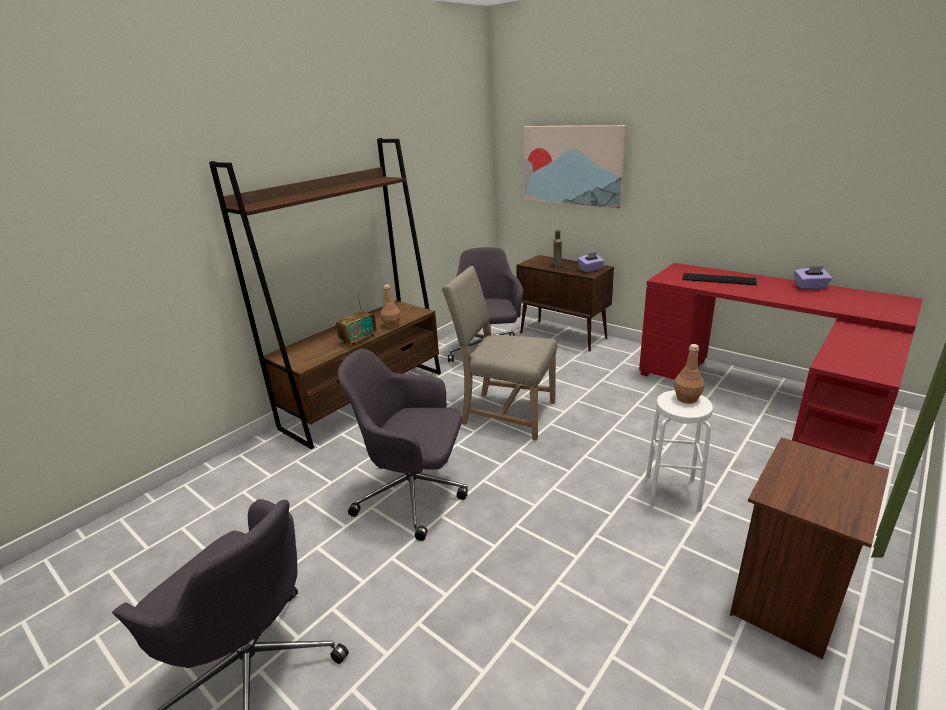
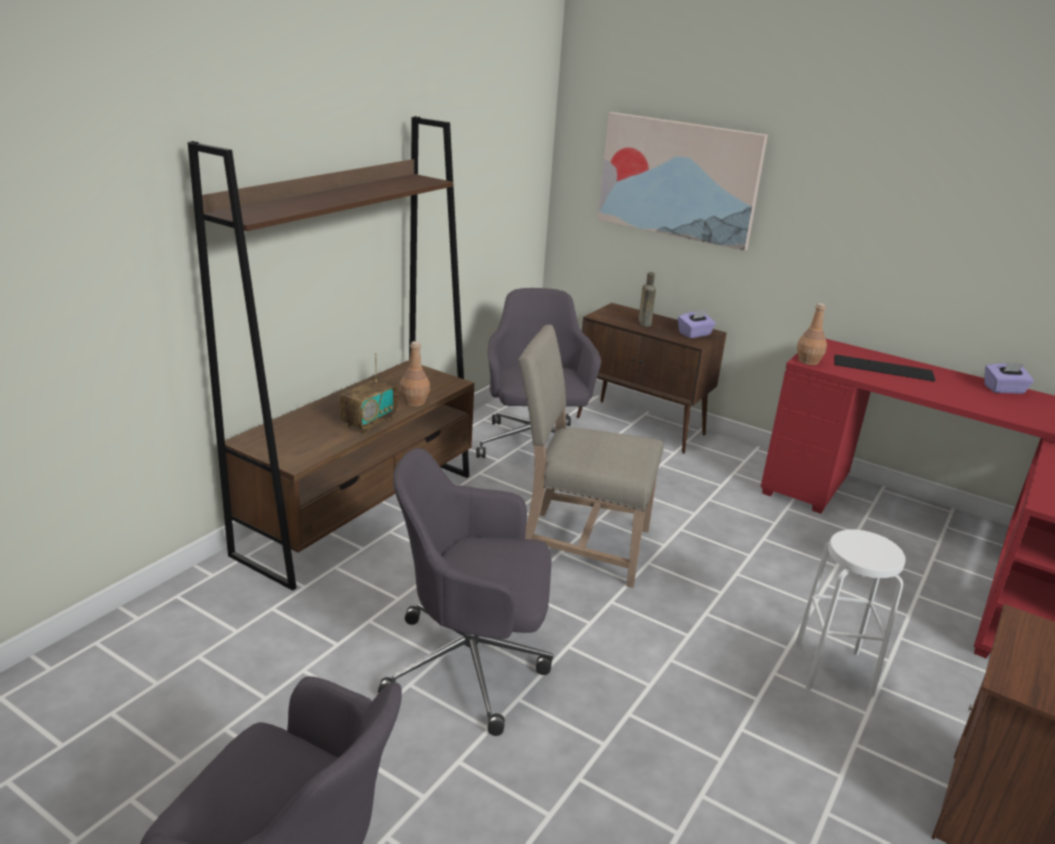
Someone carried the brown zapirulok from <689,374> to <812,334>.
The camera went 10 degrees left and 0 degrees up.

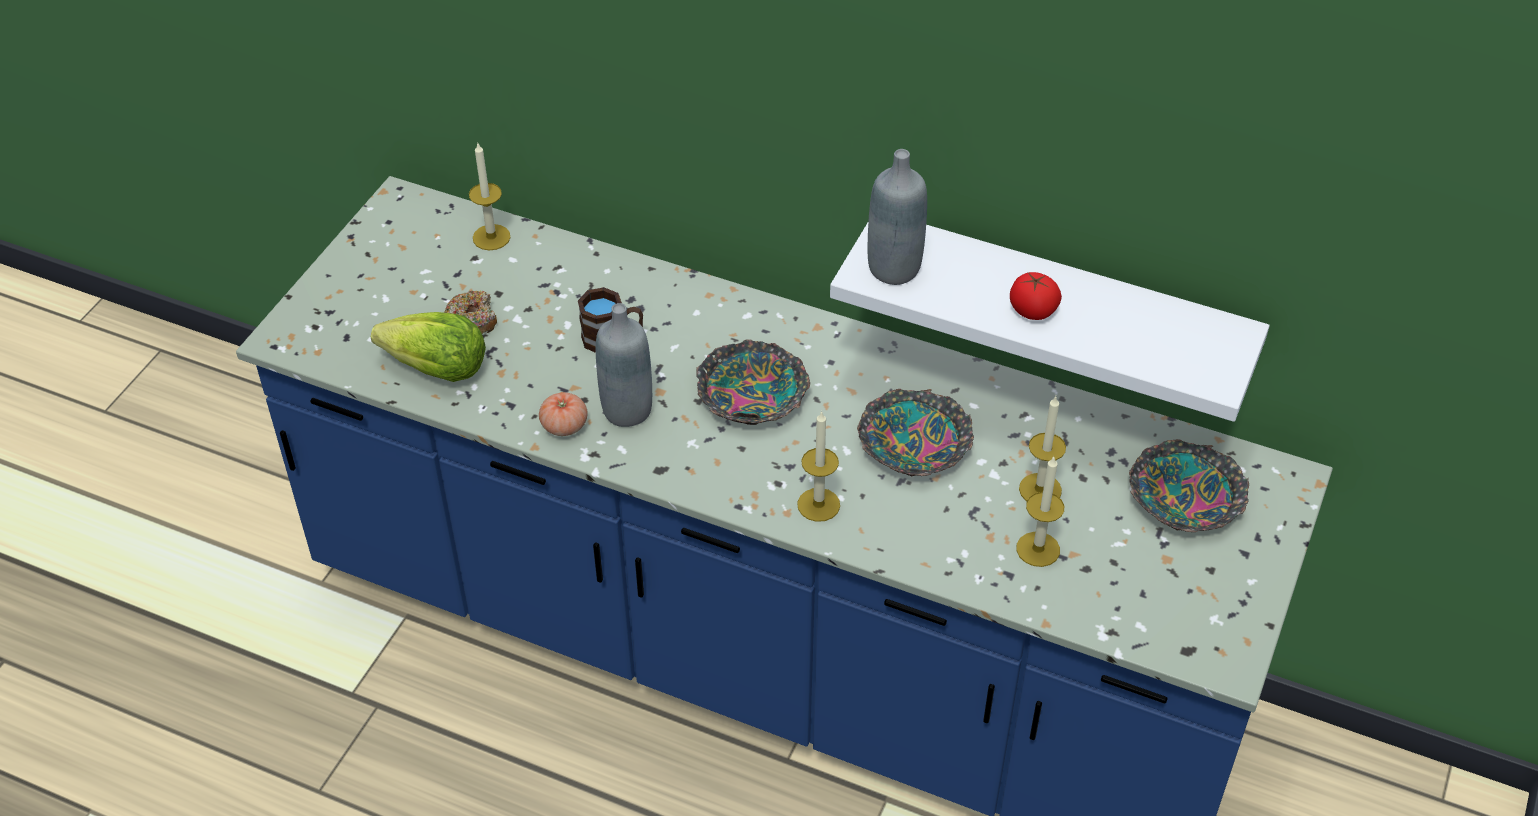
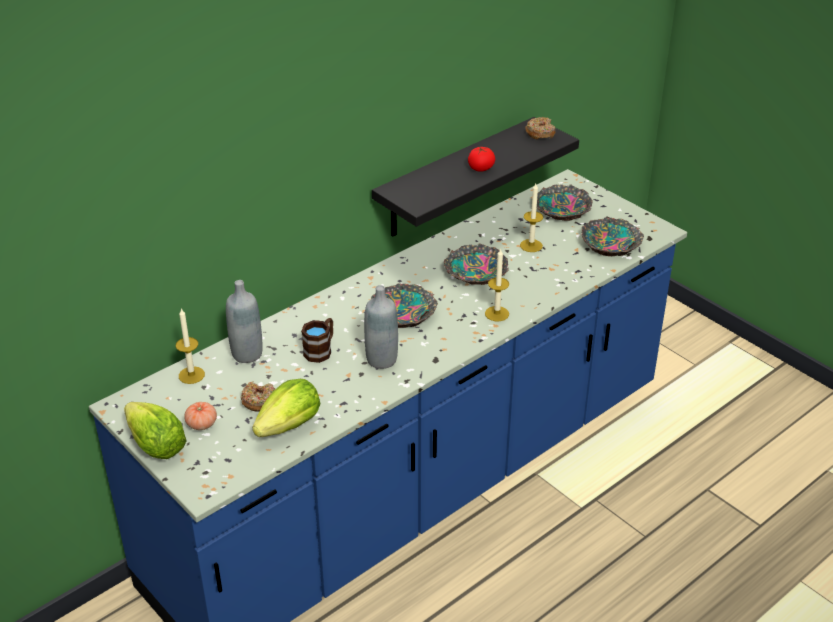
Someone took away the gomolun at <1040,512>.
Someone put down the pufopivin at <155,430>.
Someone put down the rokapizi at <540,128>.
Someone put down the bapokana at <612,236>.
Someone carried the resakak from <563,414> to <200,416>.
Someone carried the grey zapirulok from <897,217> to <244,321>.
Someone repainted the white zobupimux at <1050,322>, which became the black zobupimux at <475,177>.
The camera went 65 degrees left and 10 degrees down.

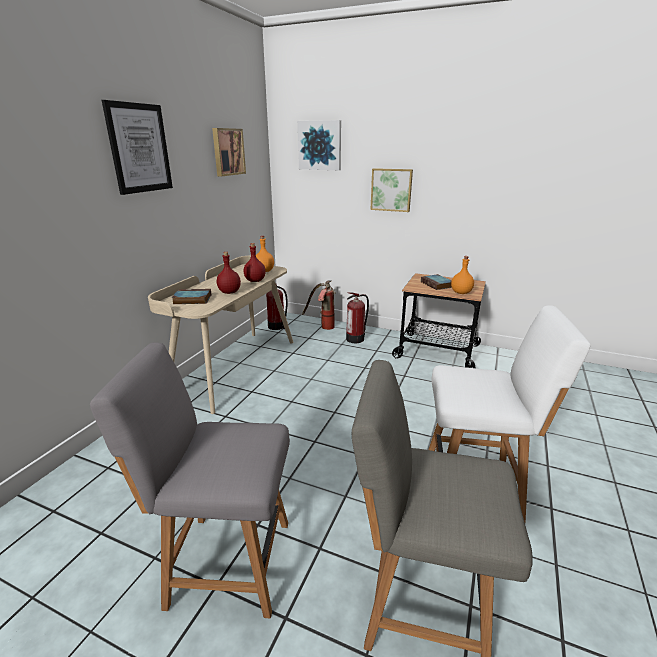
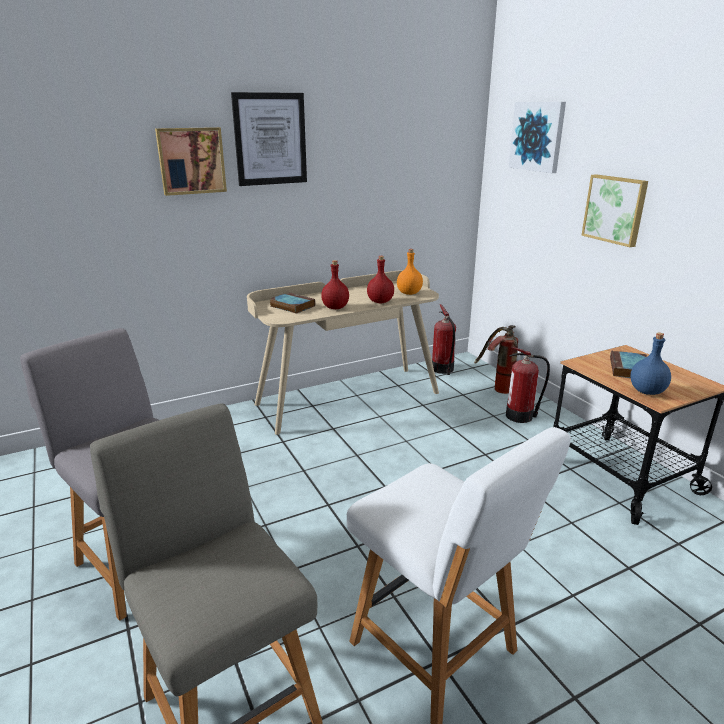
Someone carried the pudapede from <229,152> to <191,161>.
Someone repainted the orange zapirulok at <462,275>, which became the blue zapirulok at <650,364>.
The camera went 40 degrees right and 0 degrees up.

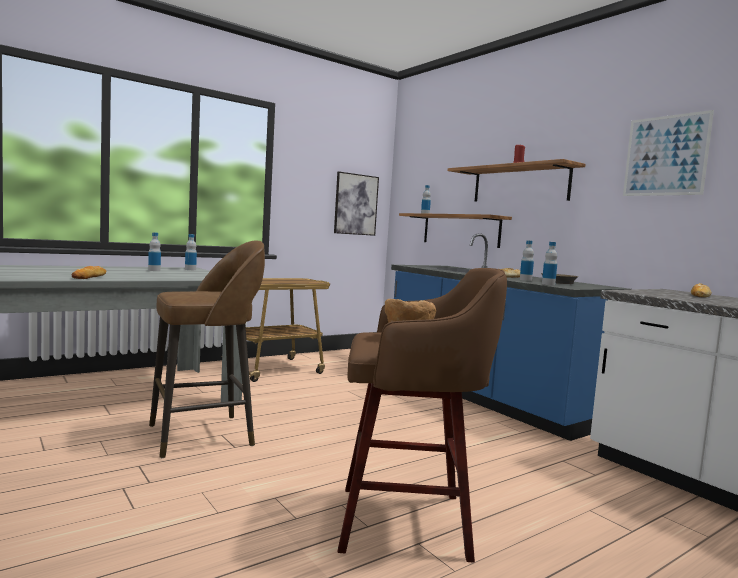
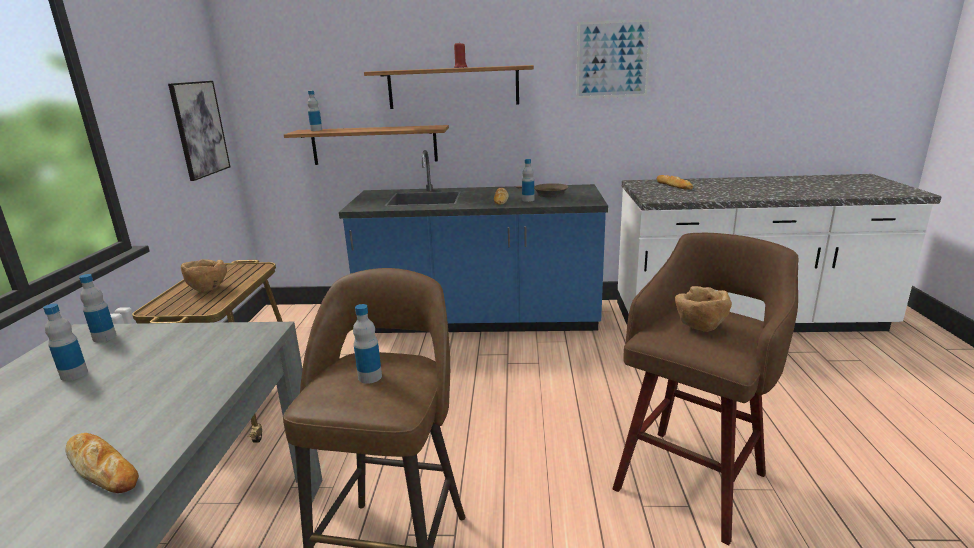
Someone put down the brown bapokana at <204,275>.
Someone carried the zapirulok from <549,263> to <367,344>.
The camera went 50 degrees left and 15 degrees up.

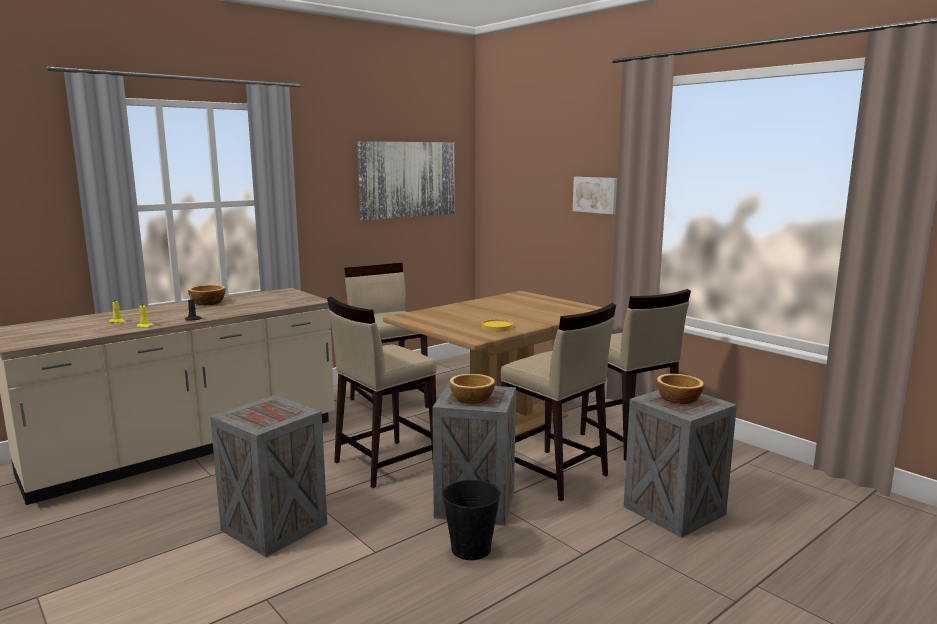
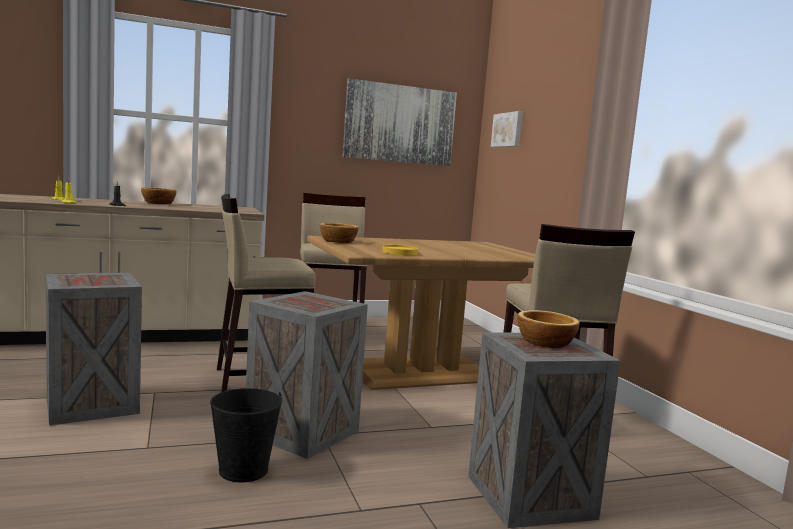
Someone took away the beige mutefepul at <558,402>.
Someone carried the bapokana from <472,389> to <339,233>.
Someone carried the pudapede from <595,195> to <507,129>.
The camera went 20 degrees right and 5 degrees down.

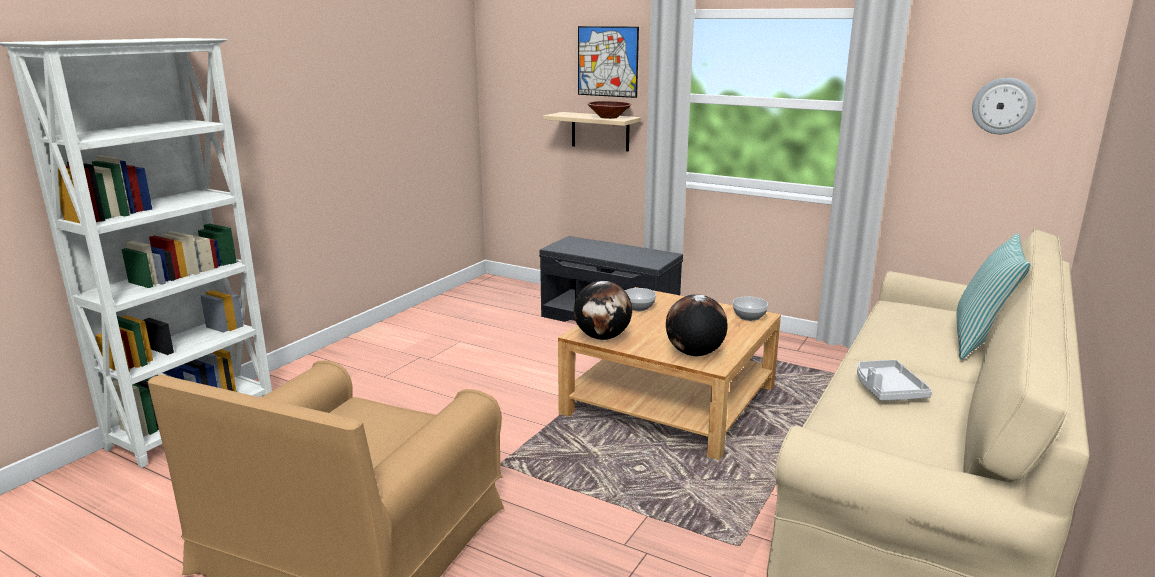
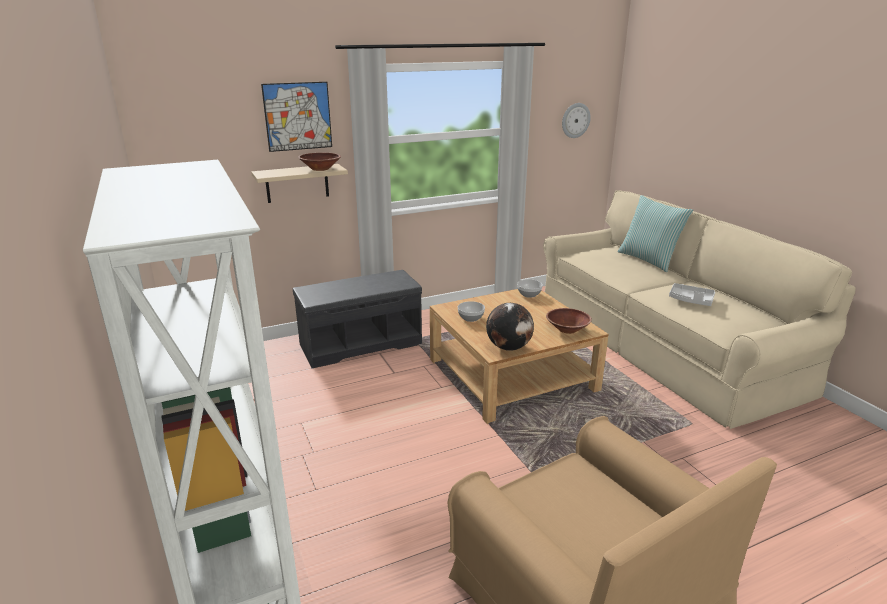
Someone swapped the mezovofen at <697,325> for the brown bapokana at <569,321>.
The camera went 55 degrees left and 5 degrees up.

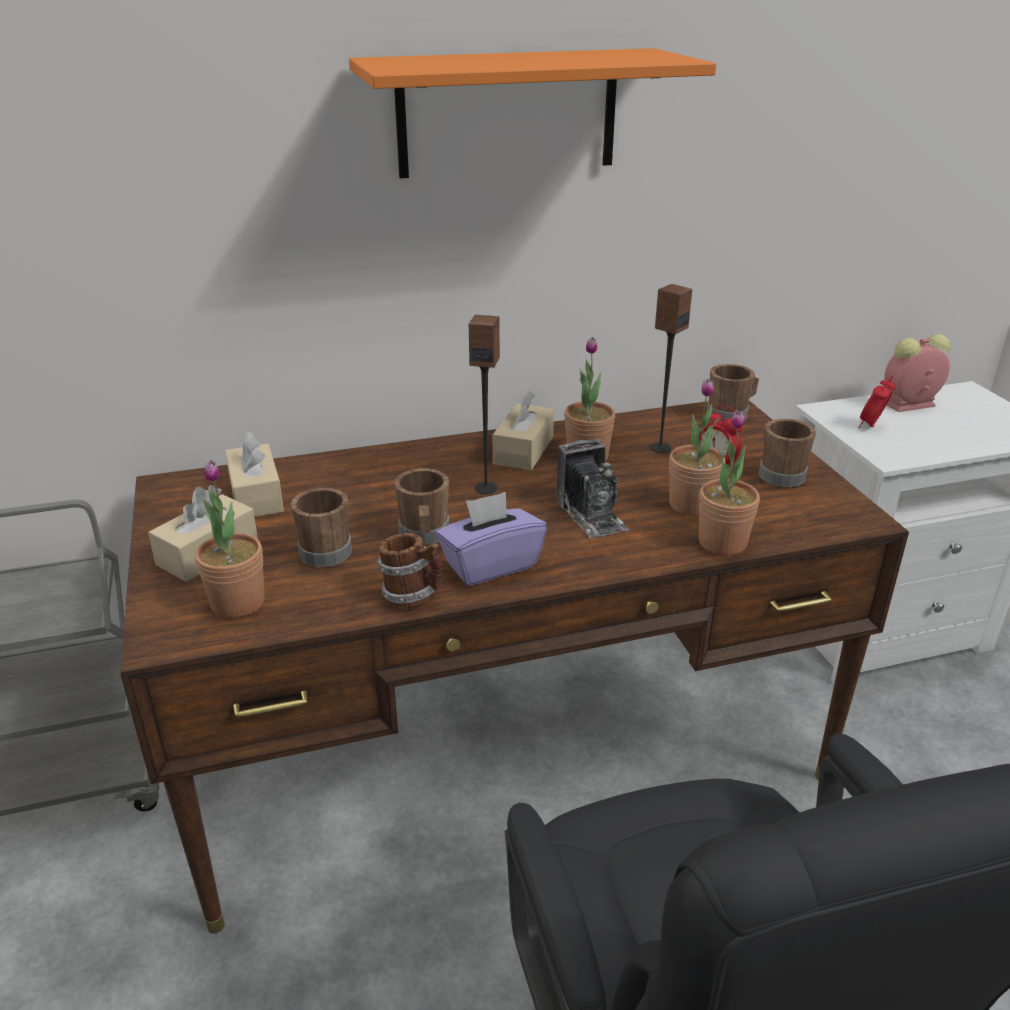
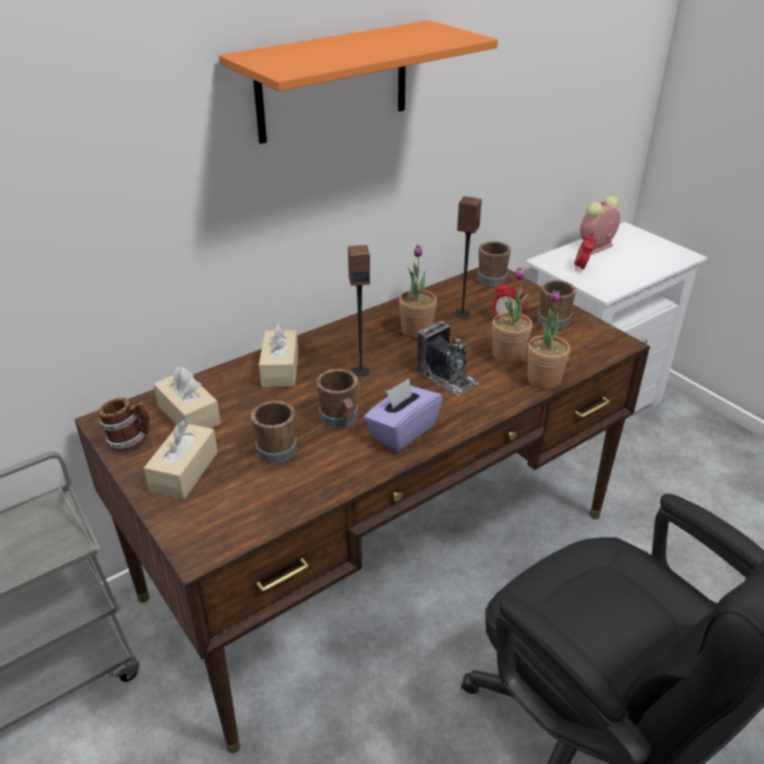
Someone took away the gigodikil at <229,539>.
Someone carried the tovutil from <410,570> to <124,424>.
Someone carried the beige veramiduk from <523,430> to <279,354>.
The camera went 20 degrees left and 5 degrees up.

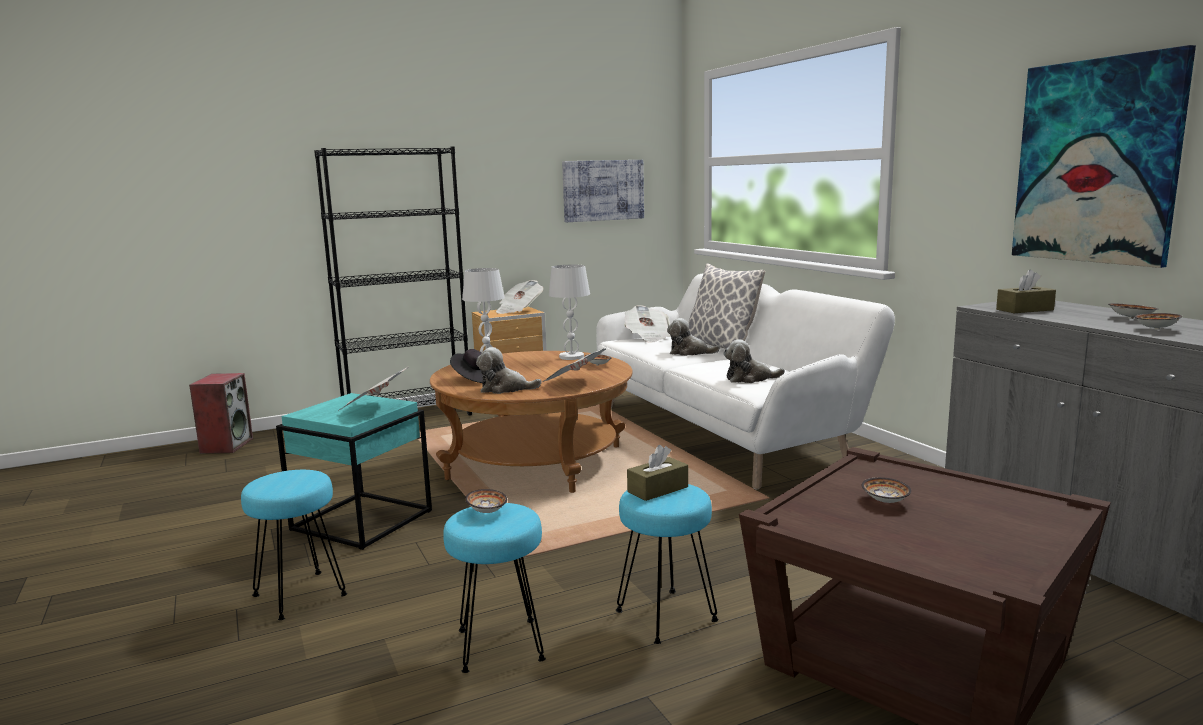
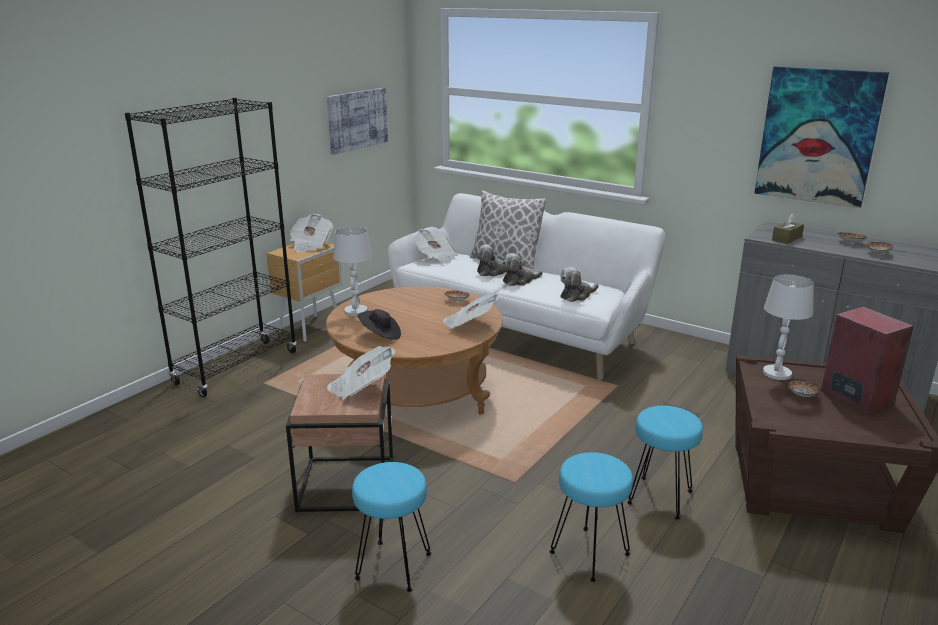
Someone took away the bapokana at <486,501>.
Someone took away the brown veramiduk at <657,473>.
Someone carried the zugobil from <221,413> to <867,360>.
Someone carried the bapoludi from <509,370> to <522,269>.
Someone carried the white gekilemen from <569,312> to <788,327>.
Someone repainted the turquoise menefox at <354,471>, which became the brown menefox at <339,443>.
The camera went 30 degrees left and 10 degrees up.

